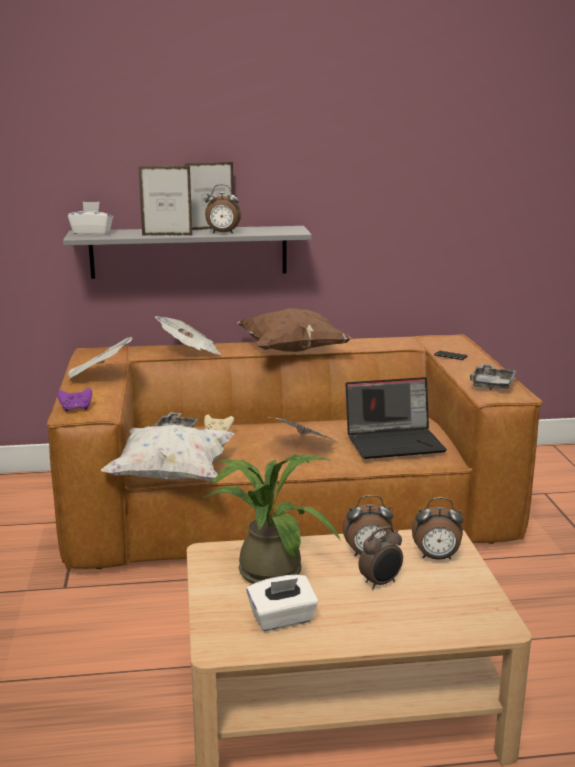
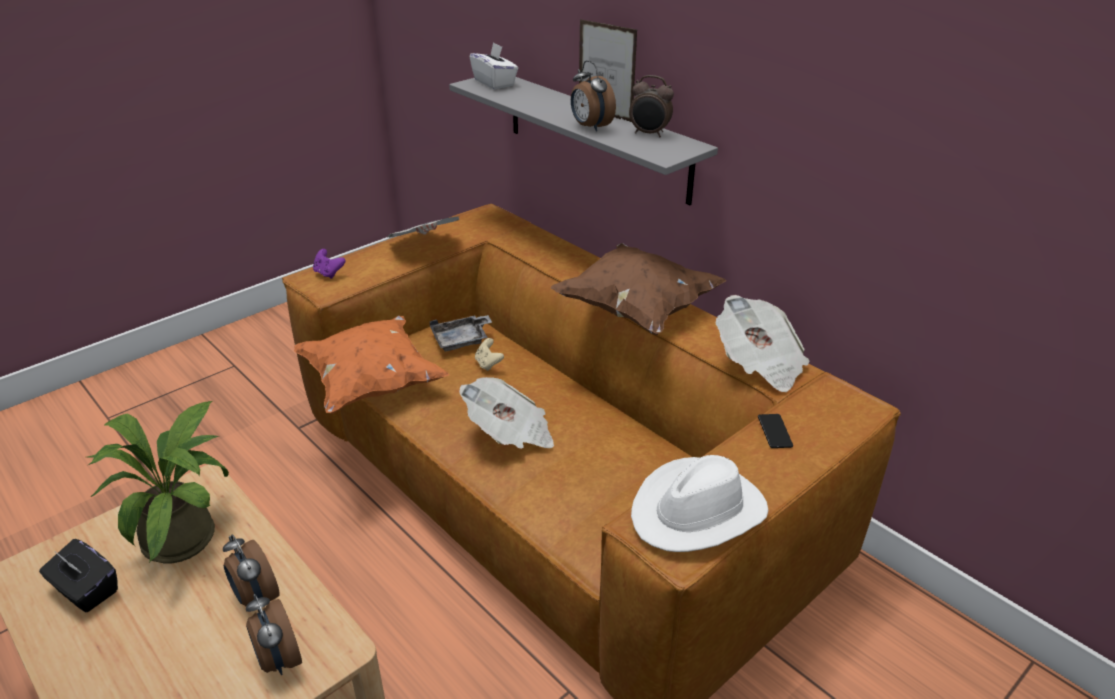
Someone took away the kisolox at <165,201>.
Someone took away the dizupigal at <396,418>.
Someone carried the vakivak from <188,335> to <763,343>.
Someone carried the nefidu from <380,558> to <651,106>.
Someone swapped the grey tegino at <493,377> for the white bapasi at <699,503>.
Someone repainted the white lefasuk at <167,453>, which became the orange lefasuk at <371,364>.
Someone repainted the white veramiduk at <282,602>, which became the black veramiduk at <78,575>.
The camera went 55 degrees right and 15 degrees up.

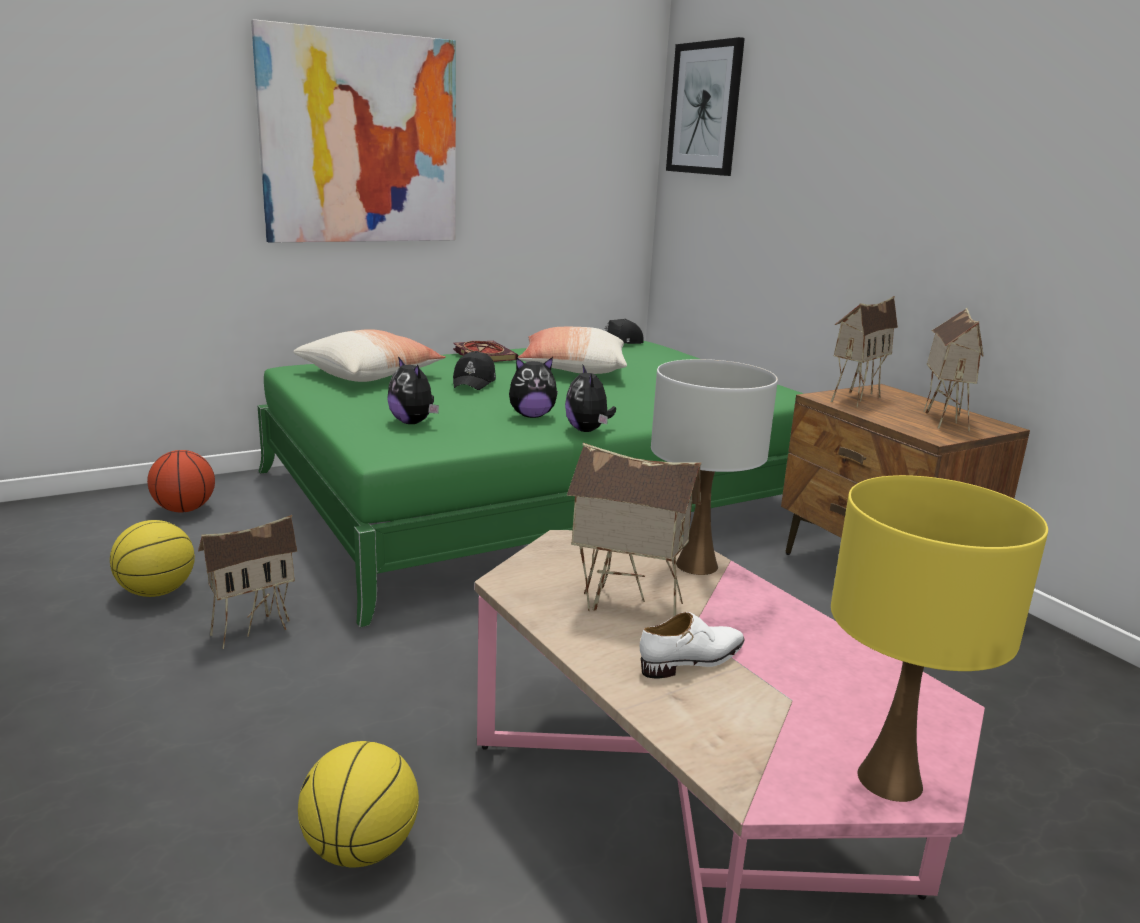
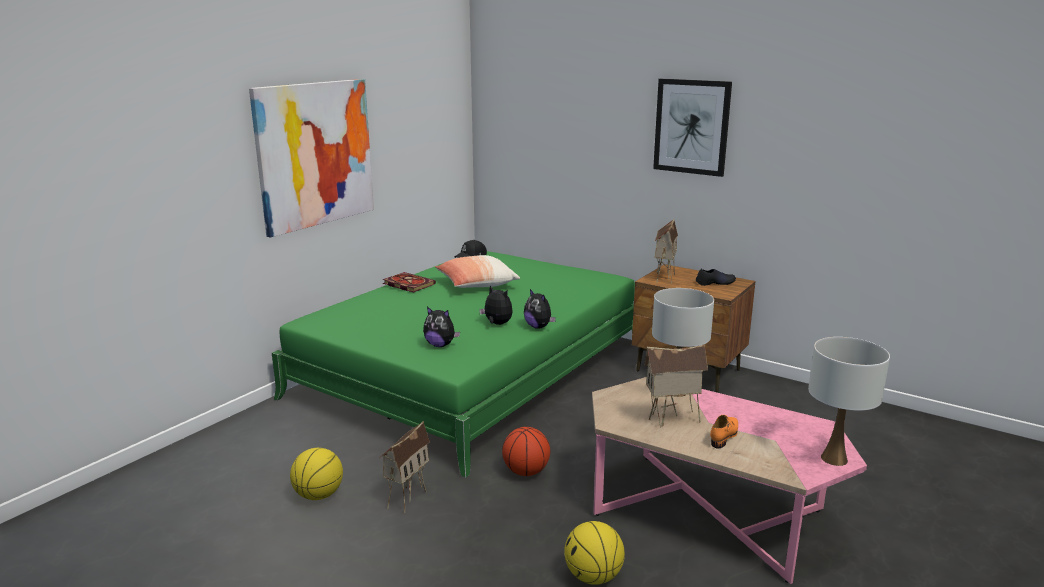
Someone took away the lefasuk at <369,355>.
Someone took away the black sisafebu at <474,370>.
Someone carried the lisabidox from <181,481> to <526,451>.
Someone carried the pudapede from <705,106> to <692,128>.
Someone swapped the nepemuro at <953,370> for the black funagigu at <716,277>.
Someone repainted the white funagigu at <692,645>, which became the orange funagigu at <724,431>.
Someone repainted the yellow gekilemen at <939,638>, which became the white gekilemen at <849,401>.
Someone rotated the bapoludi at <533,387> by 105 degrees counterclockwise.
The camera went 25 degrees left and 0 degrees up.

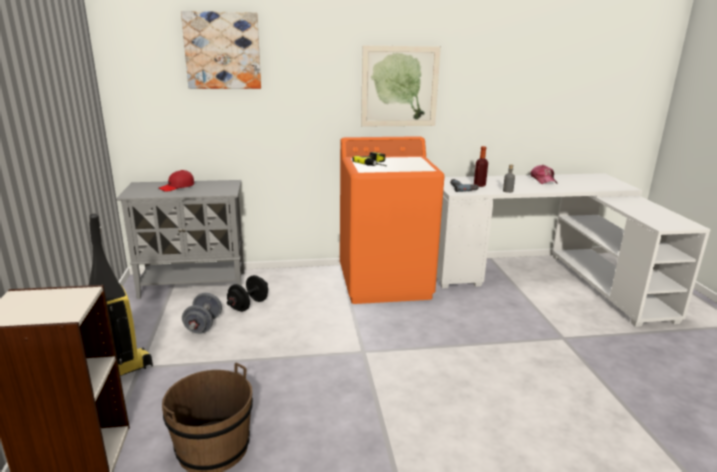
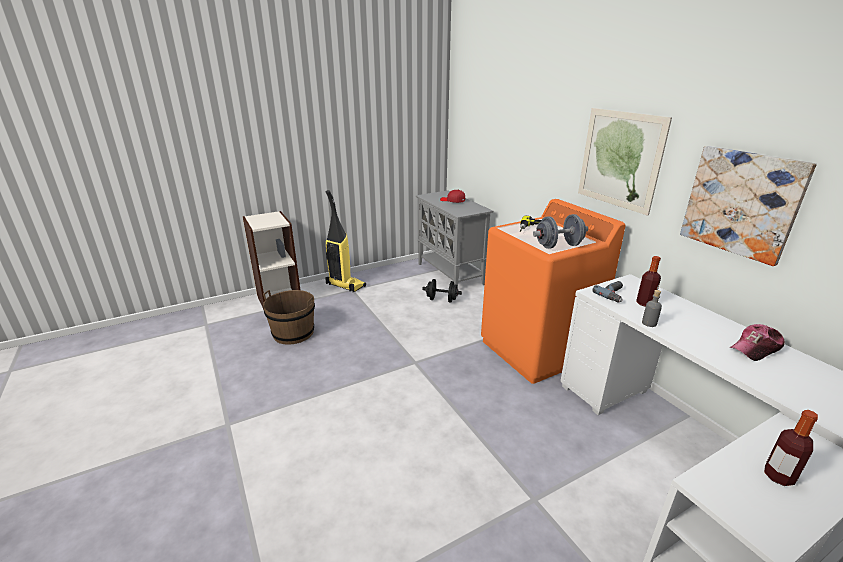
Someone put down the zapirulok at <791,448>.
Someone carried the pudapede from <221,50> to <748,206>.
Someone carried the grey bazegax from <202,313> to <560,231>.
The camera went 70 degrees right and 5 degrees up.

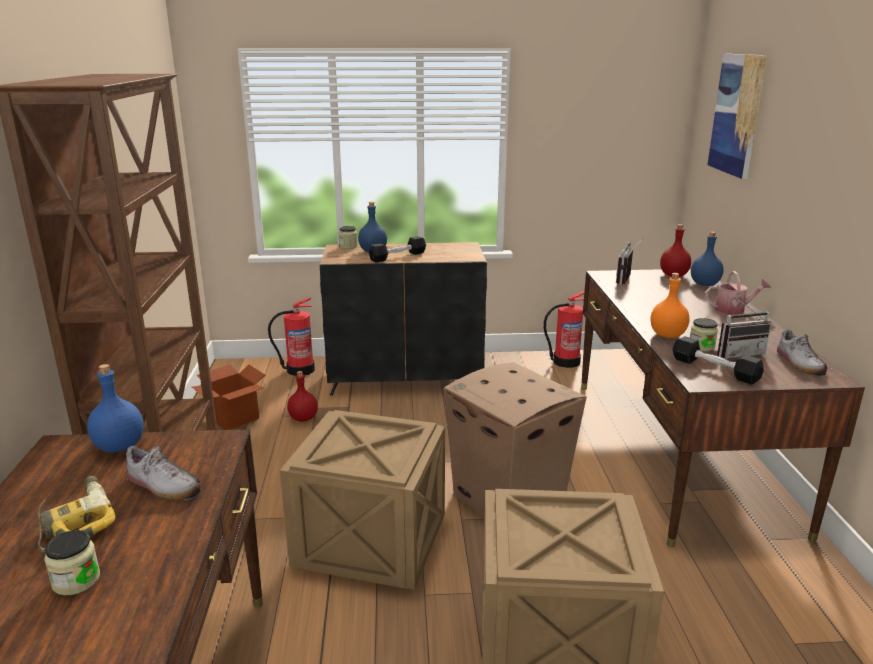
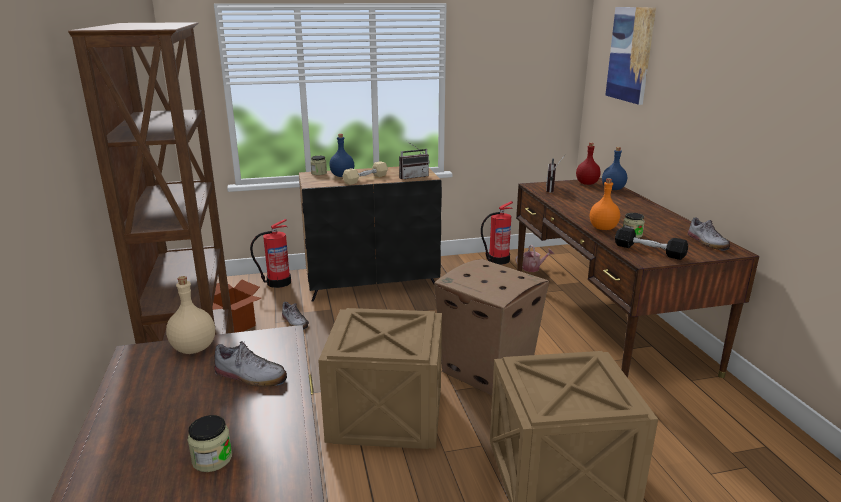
Someone took away the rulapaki at <76,514>.
Someone carried the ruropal from <738,293> to <534,258>.
Someone carried the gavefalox from <744,327> to <414,160>.
Someone swapped the red zapirulok at <302,396> for the funagigu at <295,316>.
Someone repainted the blue zapirulok at <115,408>, which became the beige zapirulok at <190,315>.
Someone repainted the black bazegax at <397,249>, which became the beige bazegax at <365,173>.
The camera went 10 degrees left and 0 degrees up.

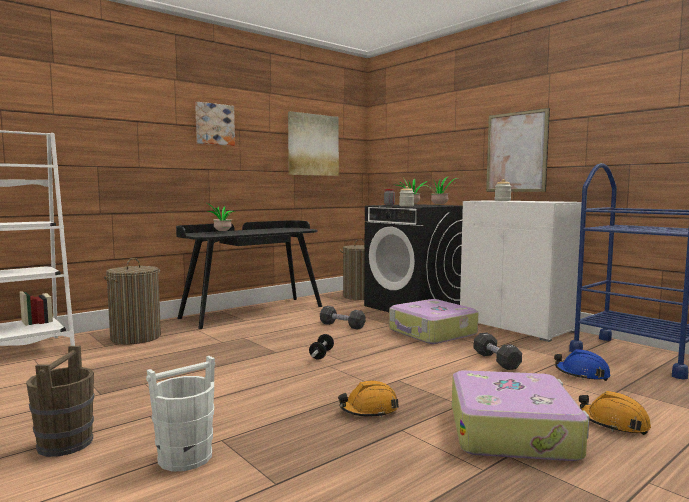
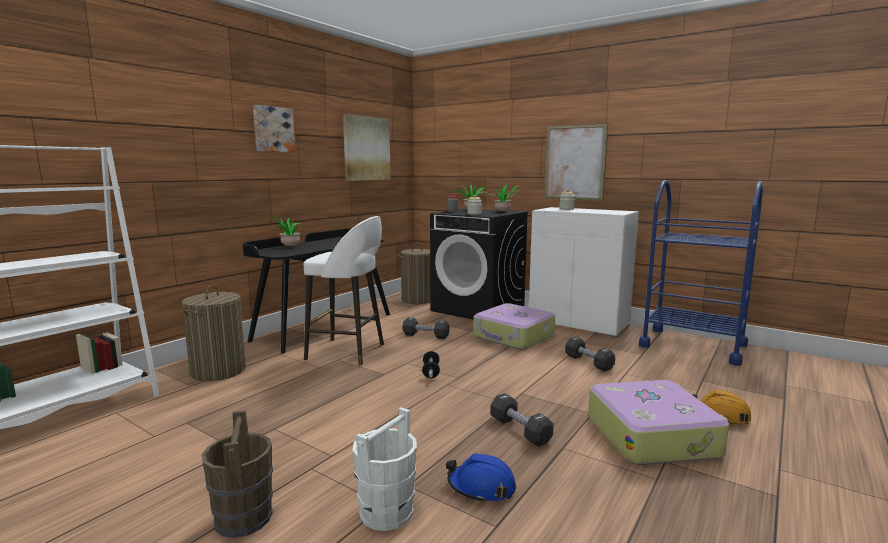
Someone put down the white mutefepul at <344,291>.
Someone carried the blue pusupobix from <582,365> to <481,478>.
Someone swapped the orange pusupobix at <368,399> for the black bazegax at <522,420>.
The camera went 15 degrees left and 5 degrees up.

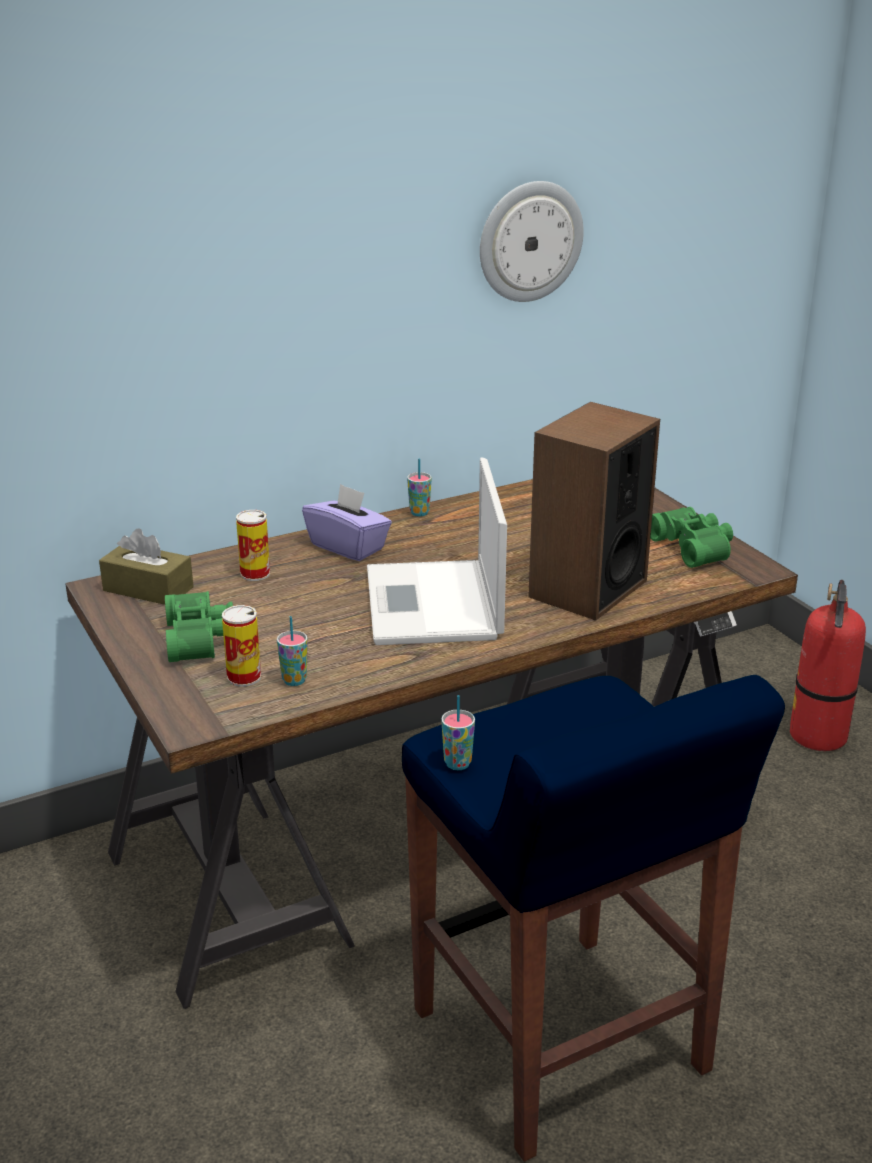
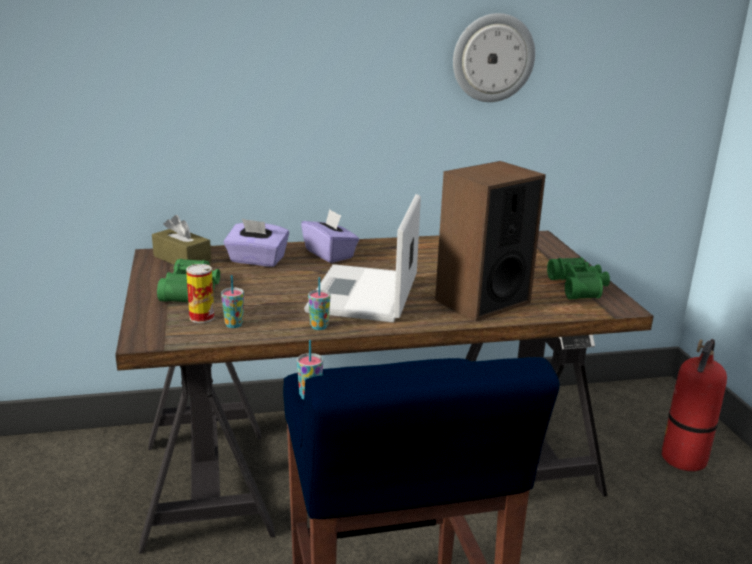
Someone carried the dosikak from <419,487> to <319,303>.
Someone swapped the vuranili at <253,545> for the purple veramiduk at <256,243>.
The camera went 15 degrees right and 5 degrees down.

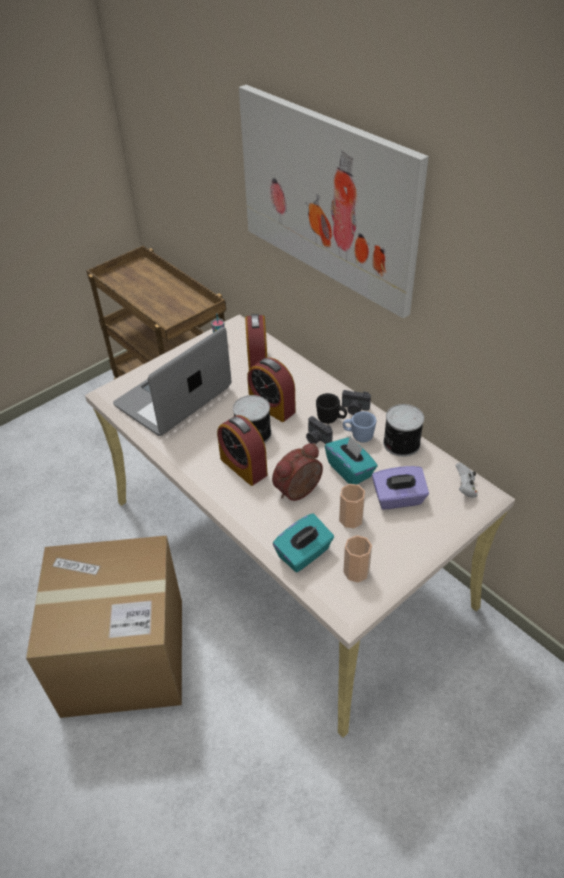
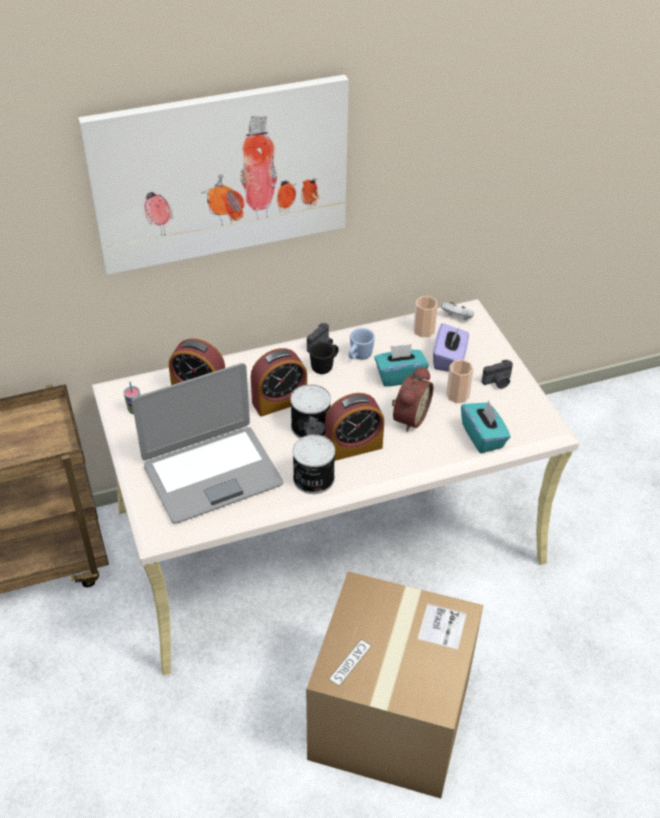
Someone carried the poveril from <319,430> to <497,374>.
Someone carried the dosikak from <357,559> to <426,316>.
Someone carried the vuranili from <403,430> to <313,464>.
Someone rotated the dizupigal at <172,381> by 90 degrees counterclockwise.
Someone rotated the nefidu at <297,472> by 135 degrees counterclockwise.
The camera went 70 degrees left and 0 degrees up.

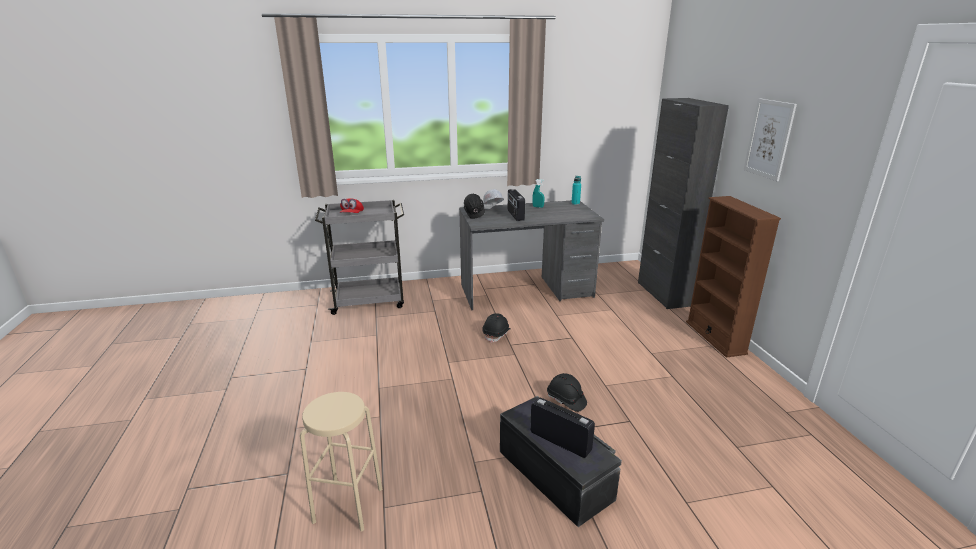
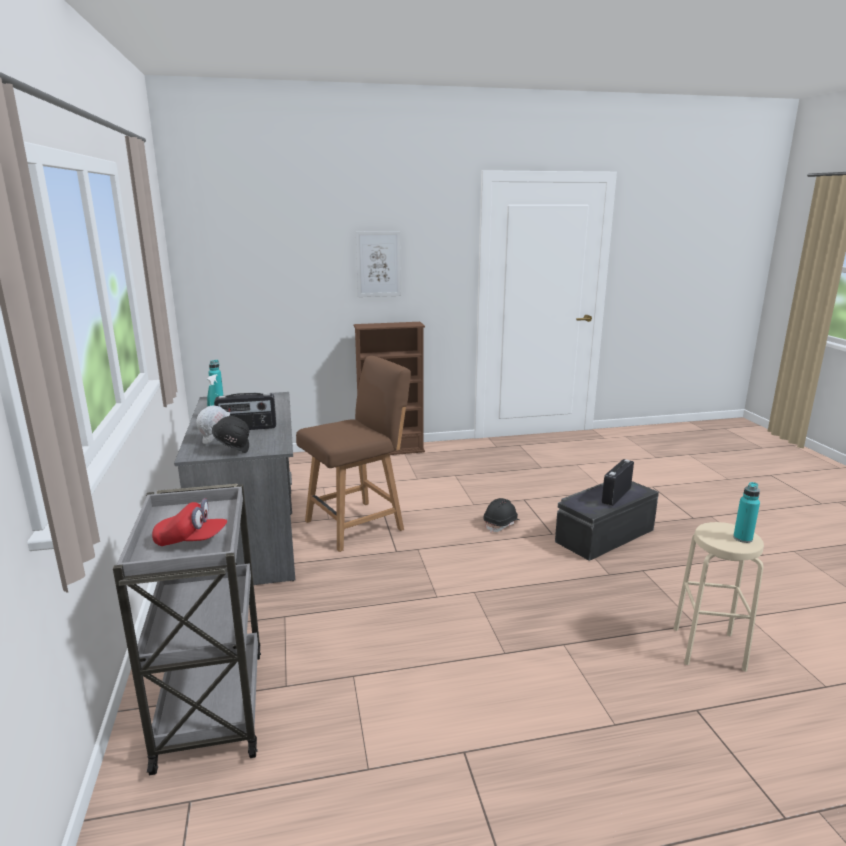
Someone took away the black pusupobix at <496,328>.
Someone took away the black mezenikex at <683,203>.
Someone put down the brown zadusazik at <353,454>.
Someone put down the turquoise zapirulok at <746,512>.
The camera went 90 degrees left and 5 degrees down.

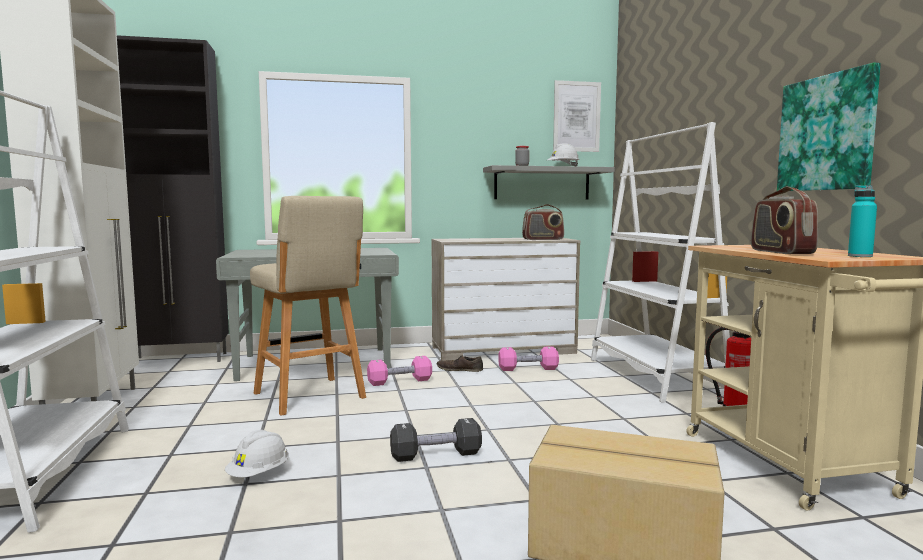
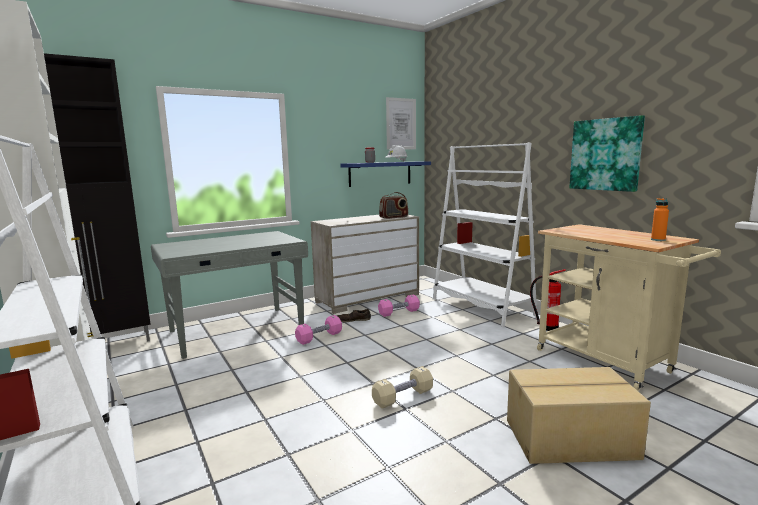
Someone took away the white pusupobix at <257,453>.
Someone took away the beige mutefepul at <308,306>.
Someone took away the gavefalox at <784,220>.
Someone repainted the black bazegax at <436,440>, which became the beige bazegax at <402,387>.
Someone repainted the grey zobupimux at <549,182>, which became the blue zobupimux at <386,174>.
Someone repainted the turquoise zapirulok at <862,221>, which became the orange zapirulok at <660,219>.
The camera went 20 degrees left and 5 degrees up.

